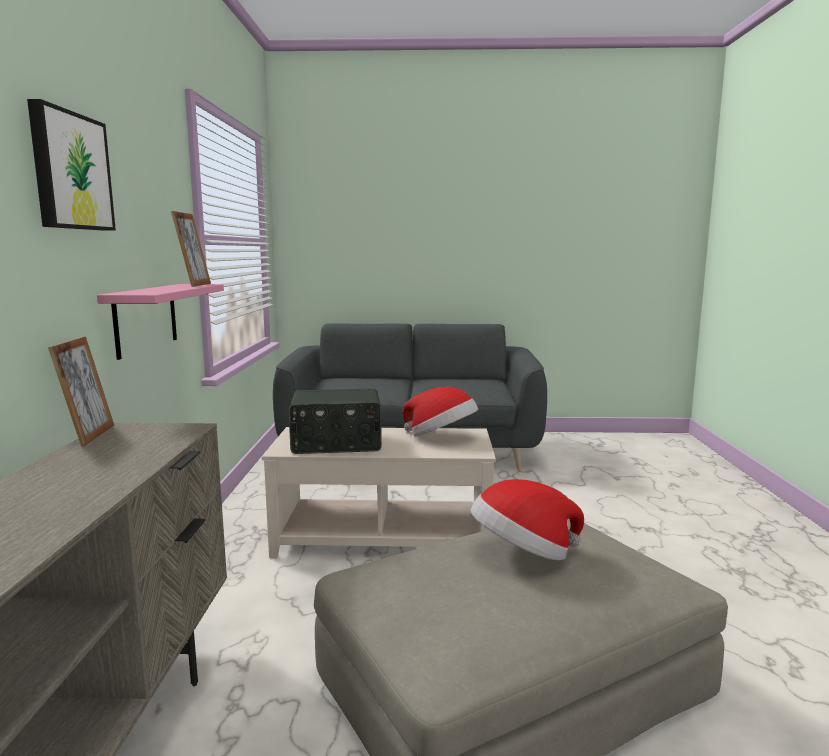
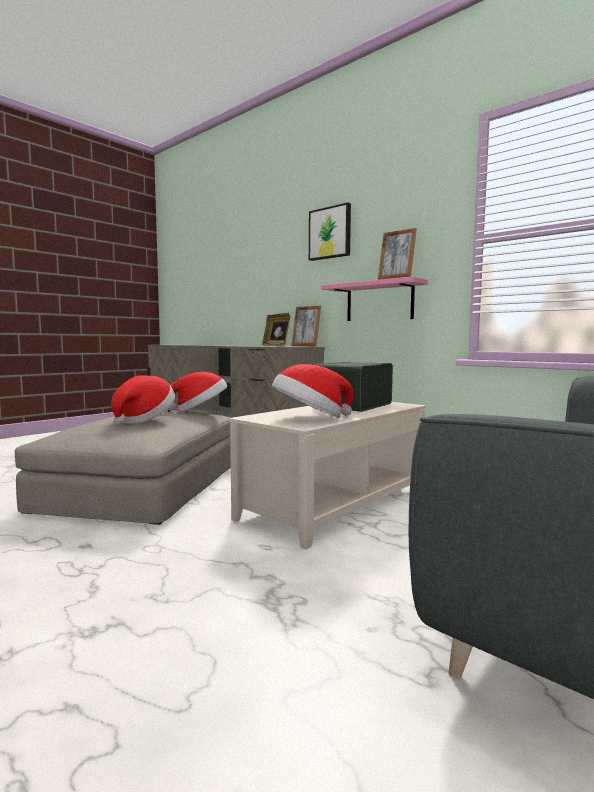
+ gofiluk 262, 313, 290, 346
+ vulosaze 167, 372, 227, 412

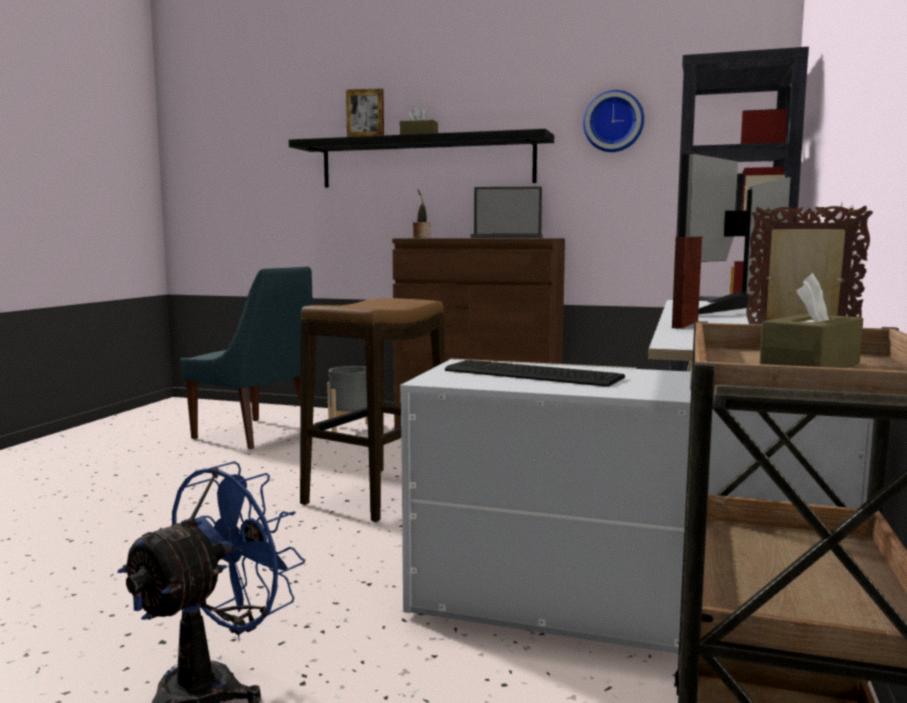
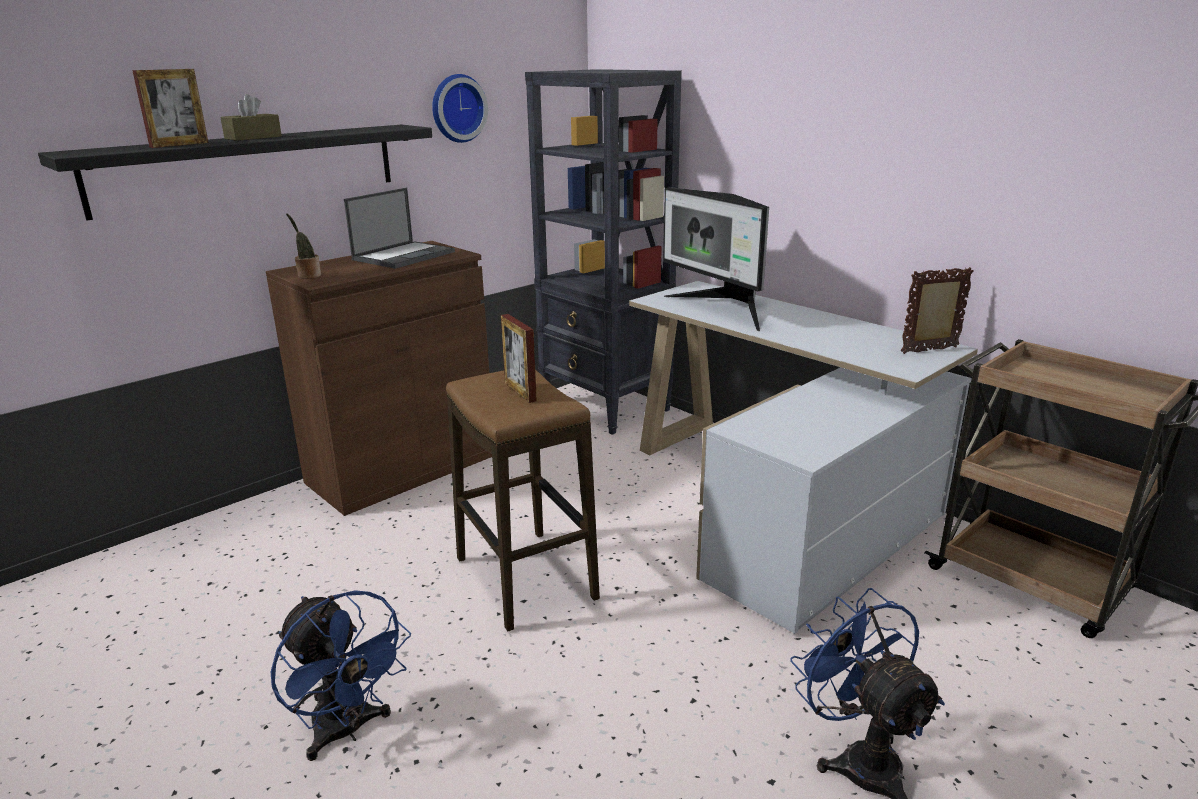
~ gofiluk 672, 236, 702, 329 to 501, 314, 537, 403
- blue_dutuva 180, 266, 313, 449
- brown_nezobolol 760, 273, 863, 368
- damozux 445, 360, 625, 387
- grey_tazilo 327, 366, 368, 432
+ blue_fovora 271, 590, 411, 761

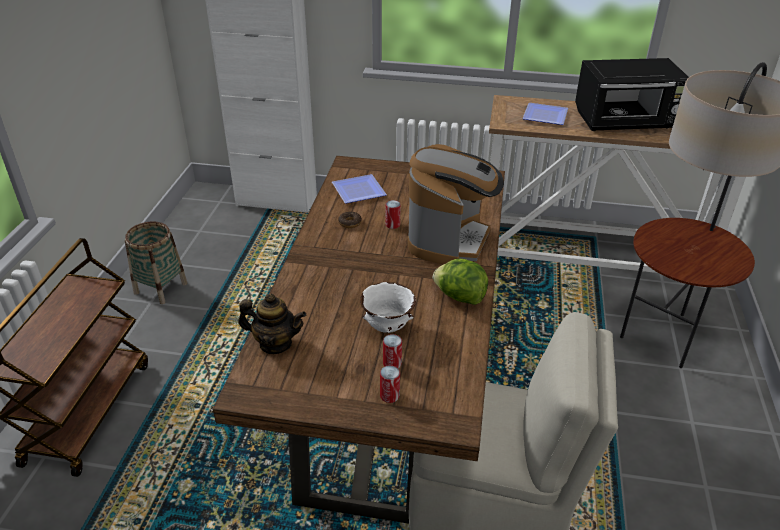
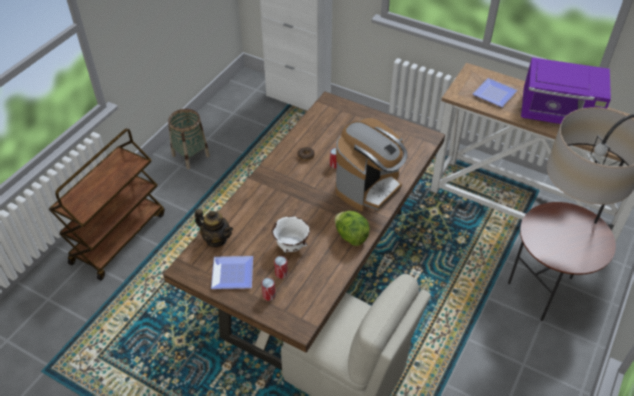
~ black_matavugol 575, 58, 689, 131 to purple_matavugol 521, 57, 611, 124
~ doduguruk 332, 174, 387, 203 to 211, 256, 253, 289

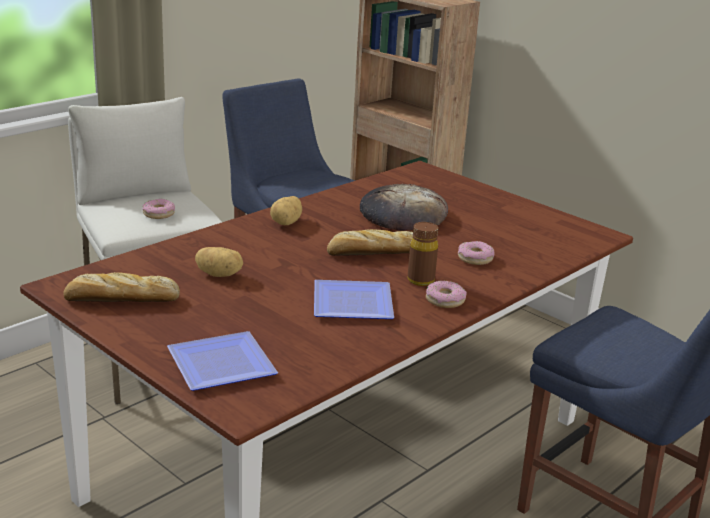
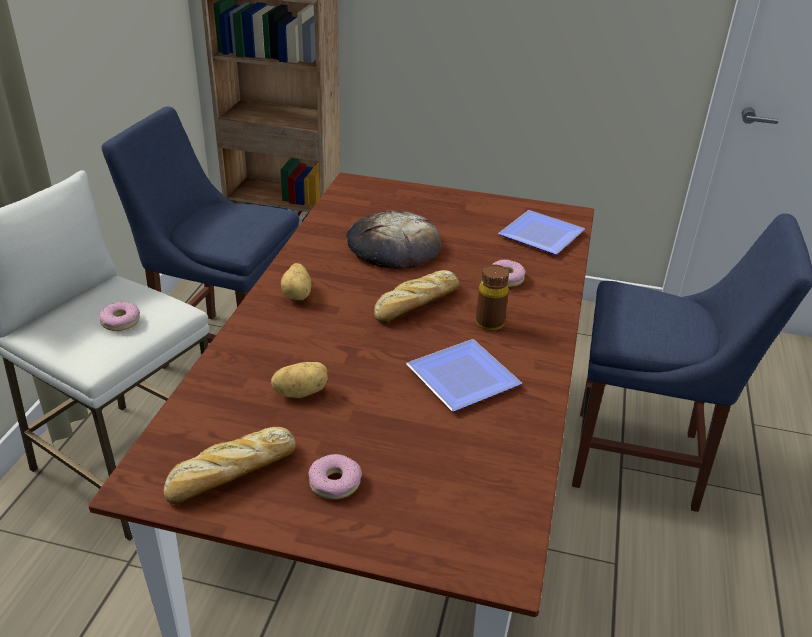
~ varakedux 426, 281, 467, 308 to 309, 454, 362, 500
~ doduguruk 167, 331, 278, 391 to 498, 210, 585, 255

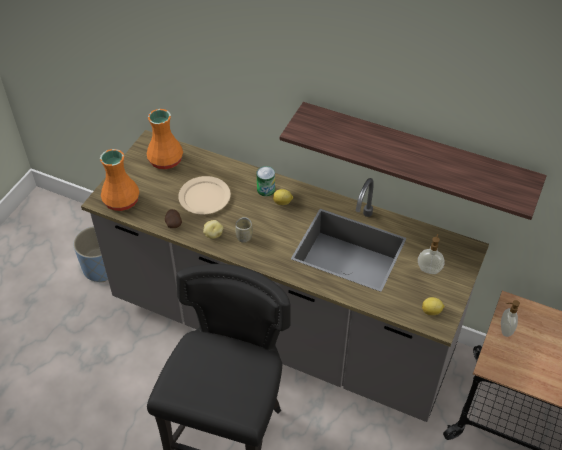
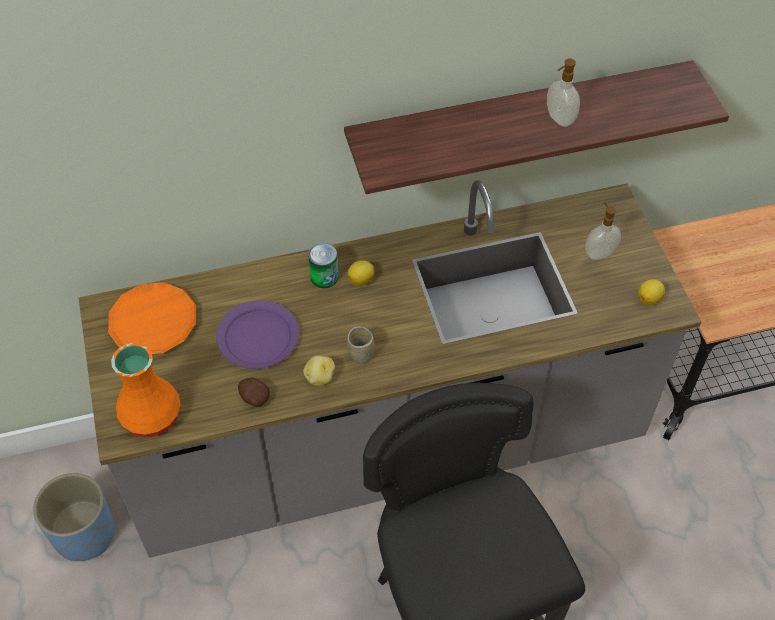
~ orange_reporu 147, 109, 183, 169 to orange_doduguruk 107, 282, 196, 354
~ beige_doduguruk 178, 176, 231, 214 to purple_doduguruk 216, 300, 299, 369
~ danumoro 501, 300, 520, 337 to 547, 58, 580, 127

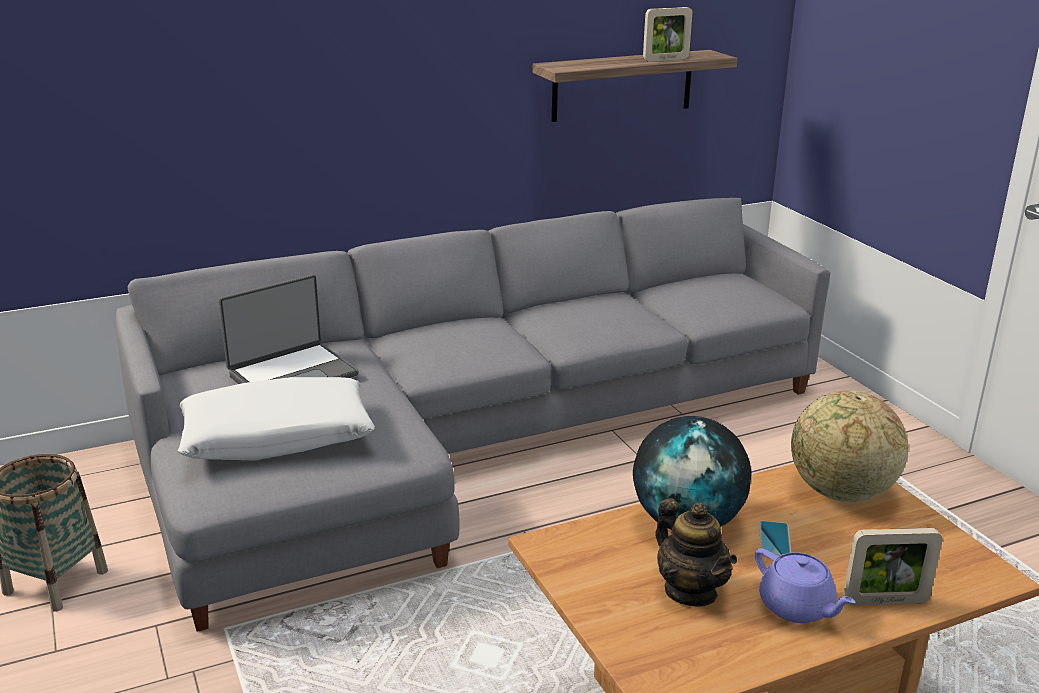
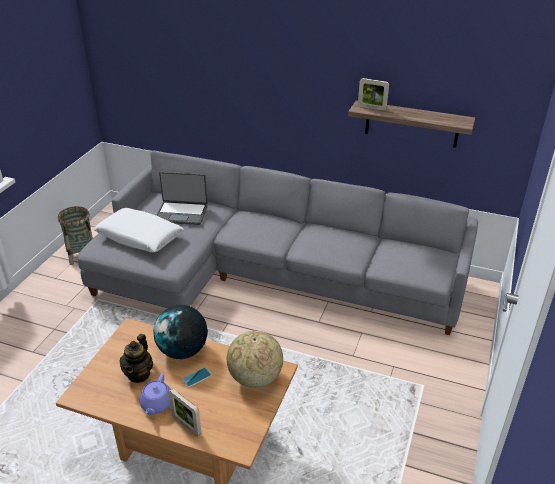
~ gofiluk 643, 7, 692, 62 to 358, 78, 389, 111

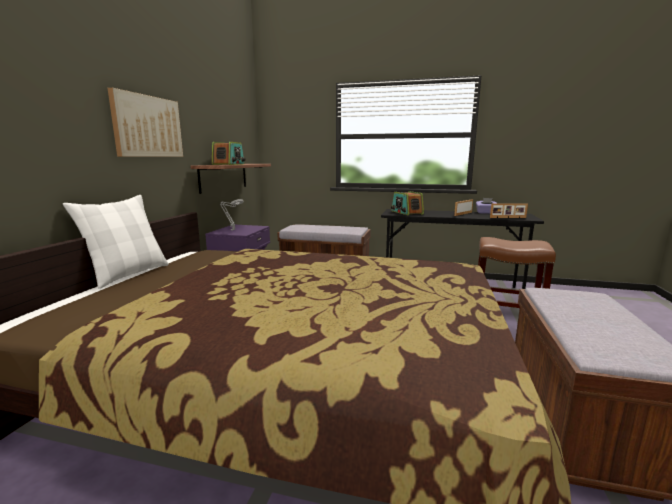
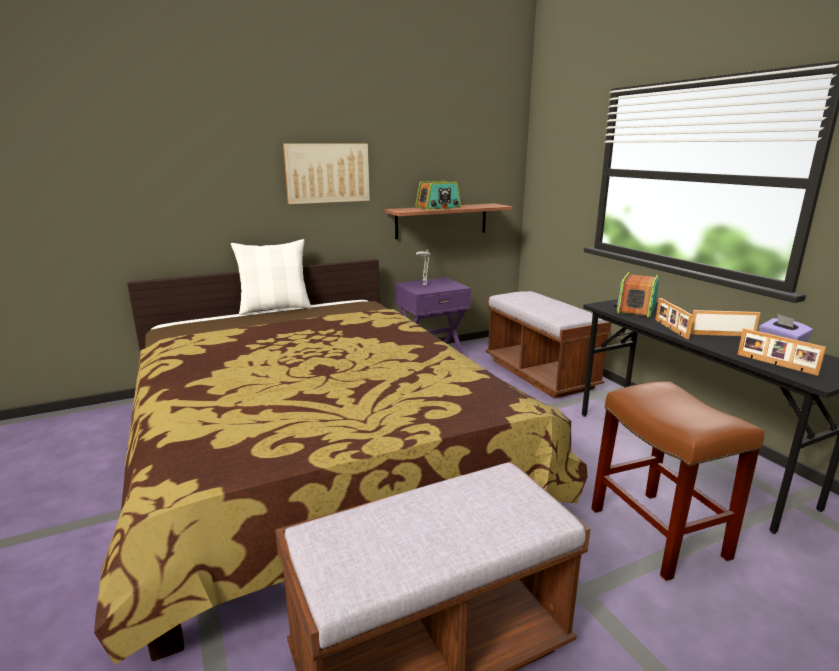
+ gofiluk 655, 298, 694, 339

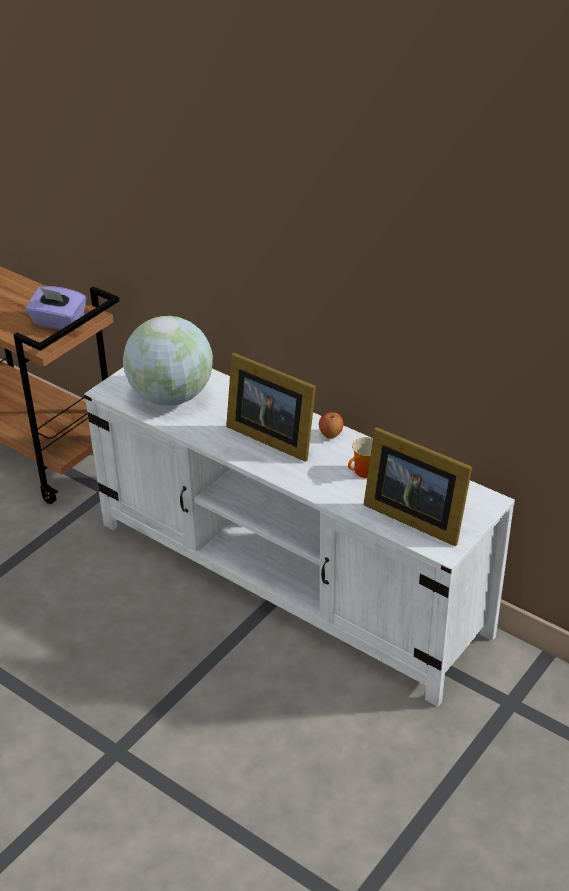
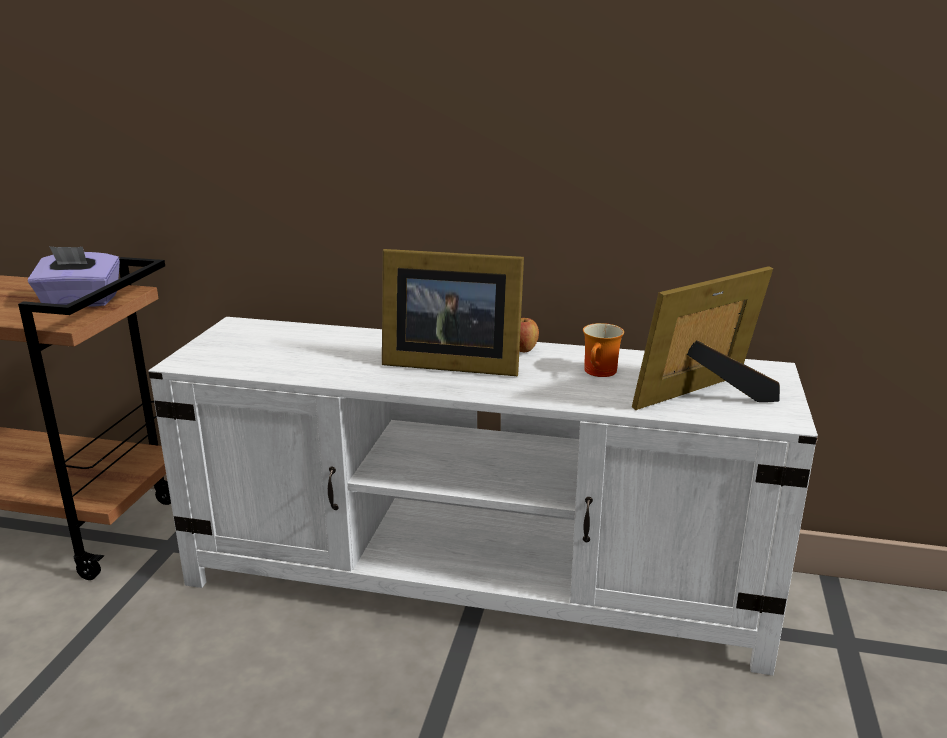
- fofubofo 123, 316, 213, 406
~ gofiluk 364, 427, 472, 546 = 632, 266, 780, 410 135 degrees clockwise

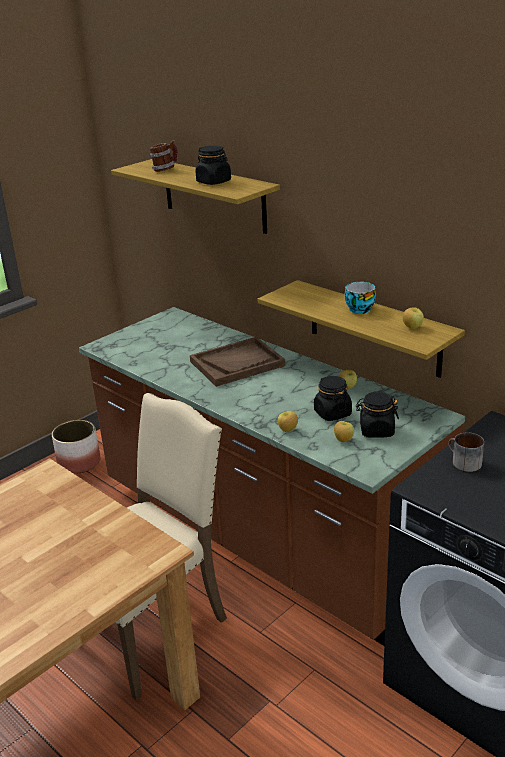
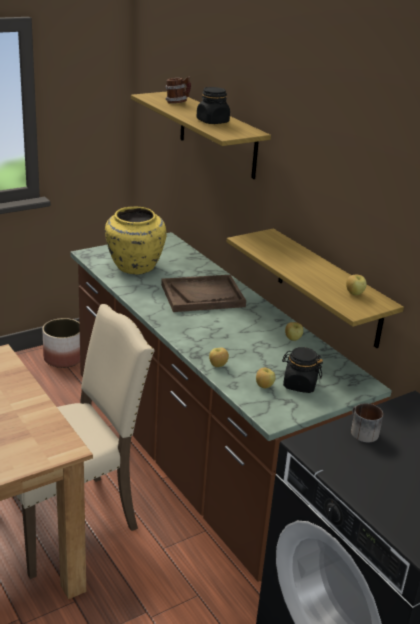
- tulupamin 345, 282, 376, 314
- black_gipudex 314, 376, 352, 421
+ yellow_reporu 105, 207, 167, 275

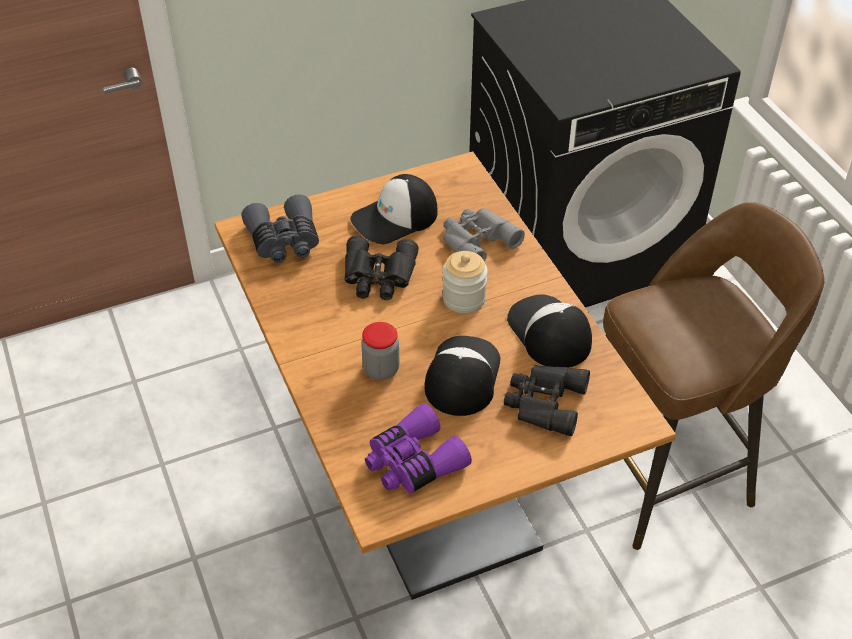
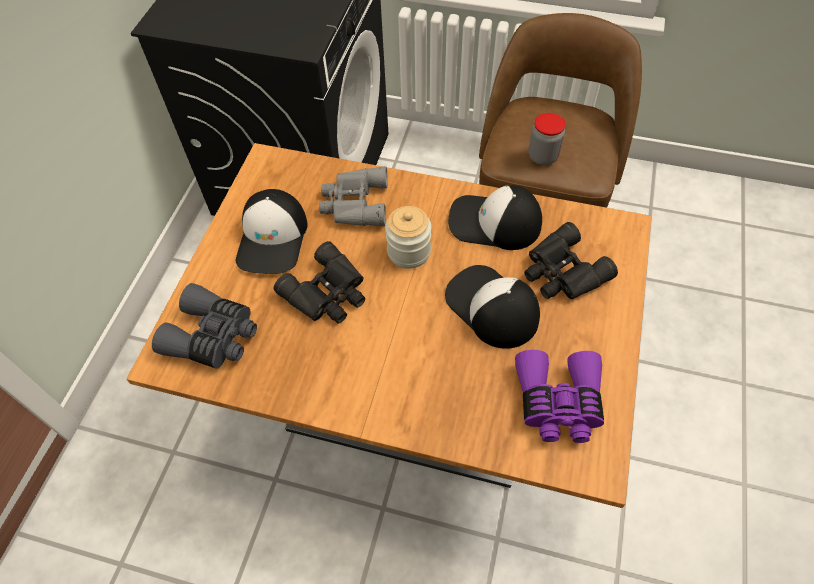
~ gipudex 361, 322, 400, 380 to 528, 113, 566, 165

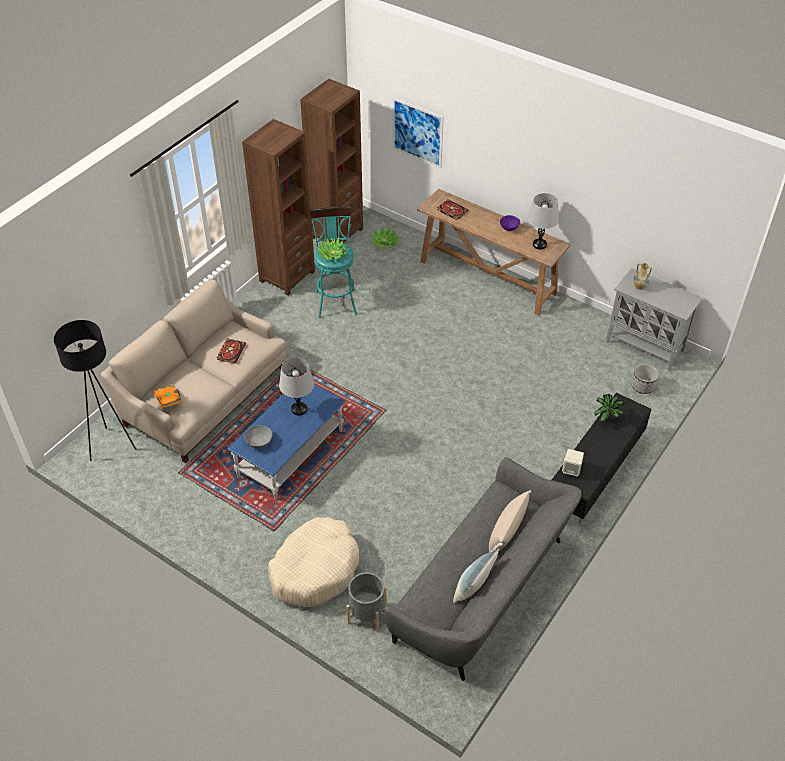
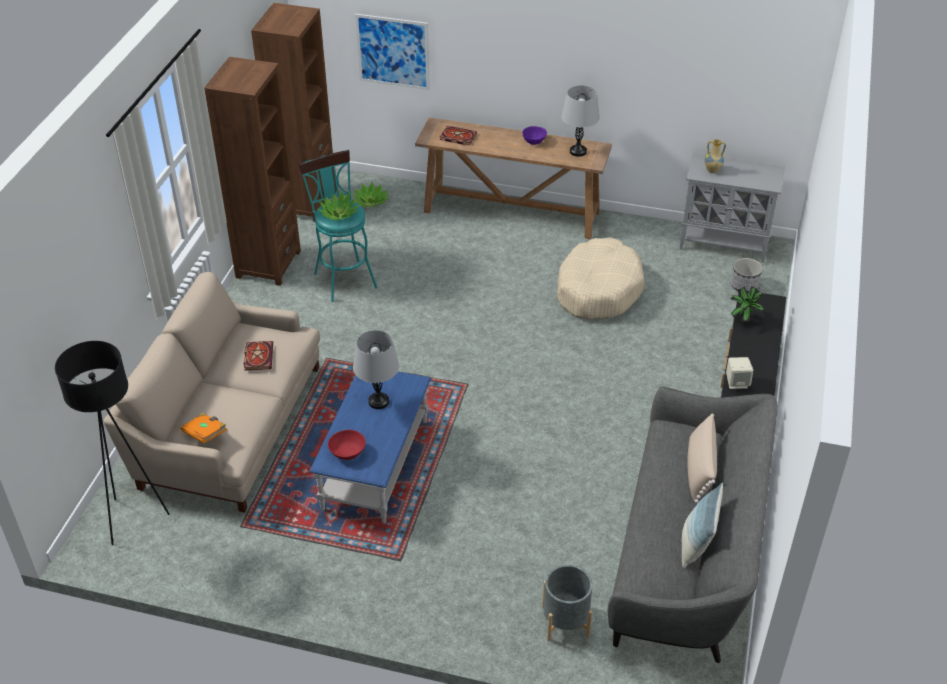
~ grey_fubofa 244, 425, 273, 448 to red_fubofa 328, 430, 366, 460
~ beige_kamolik 268, 517, 359, 607 to 557, 237, 645, 320

